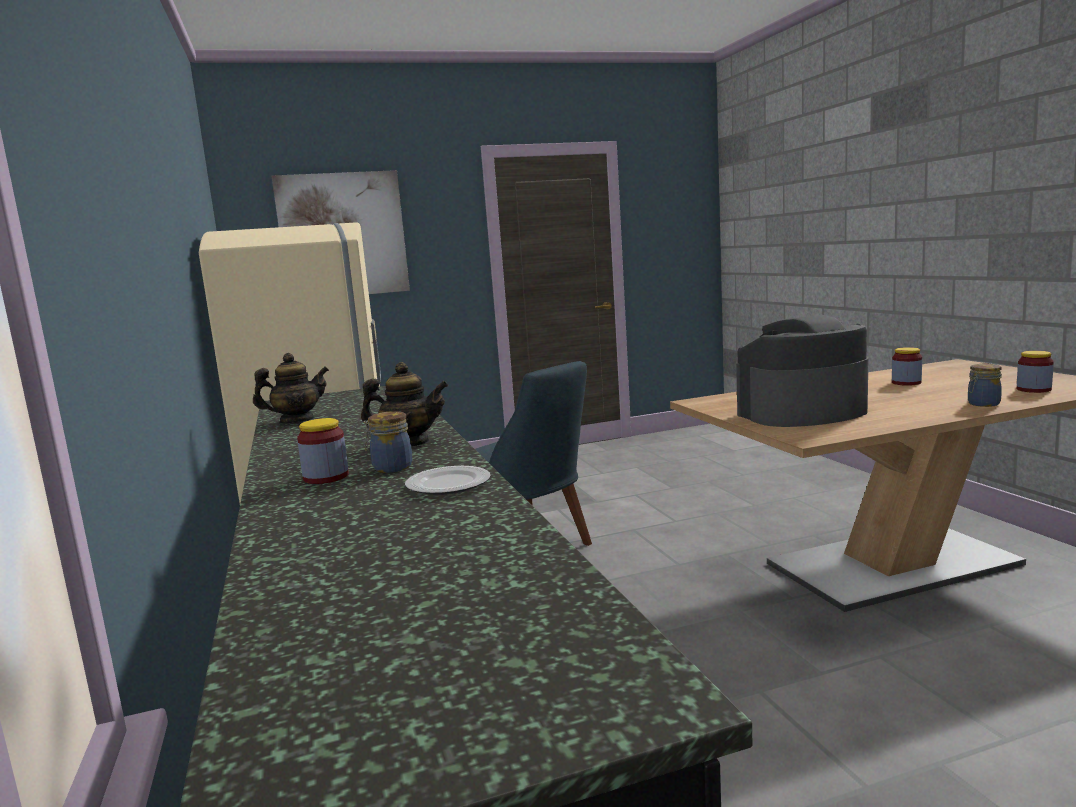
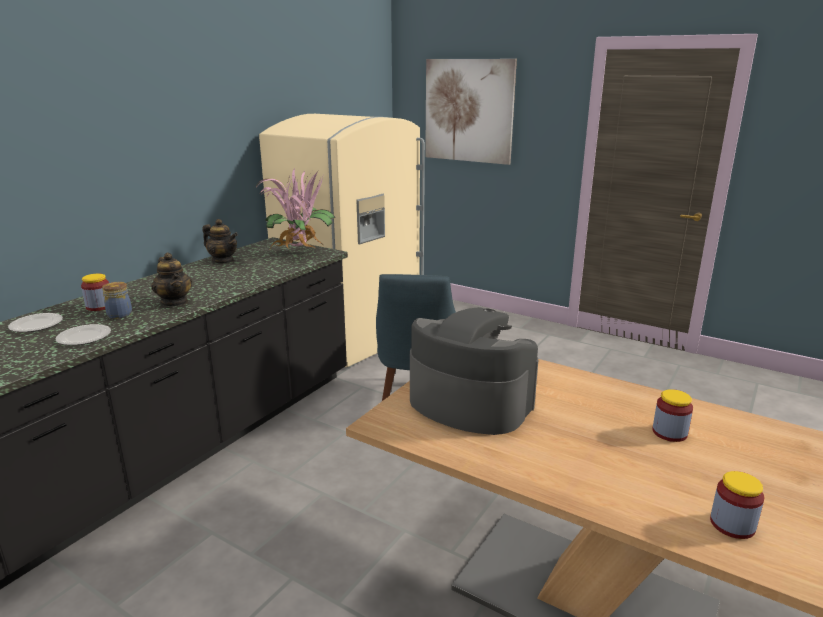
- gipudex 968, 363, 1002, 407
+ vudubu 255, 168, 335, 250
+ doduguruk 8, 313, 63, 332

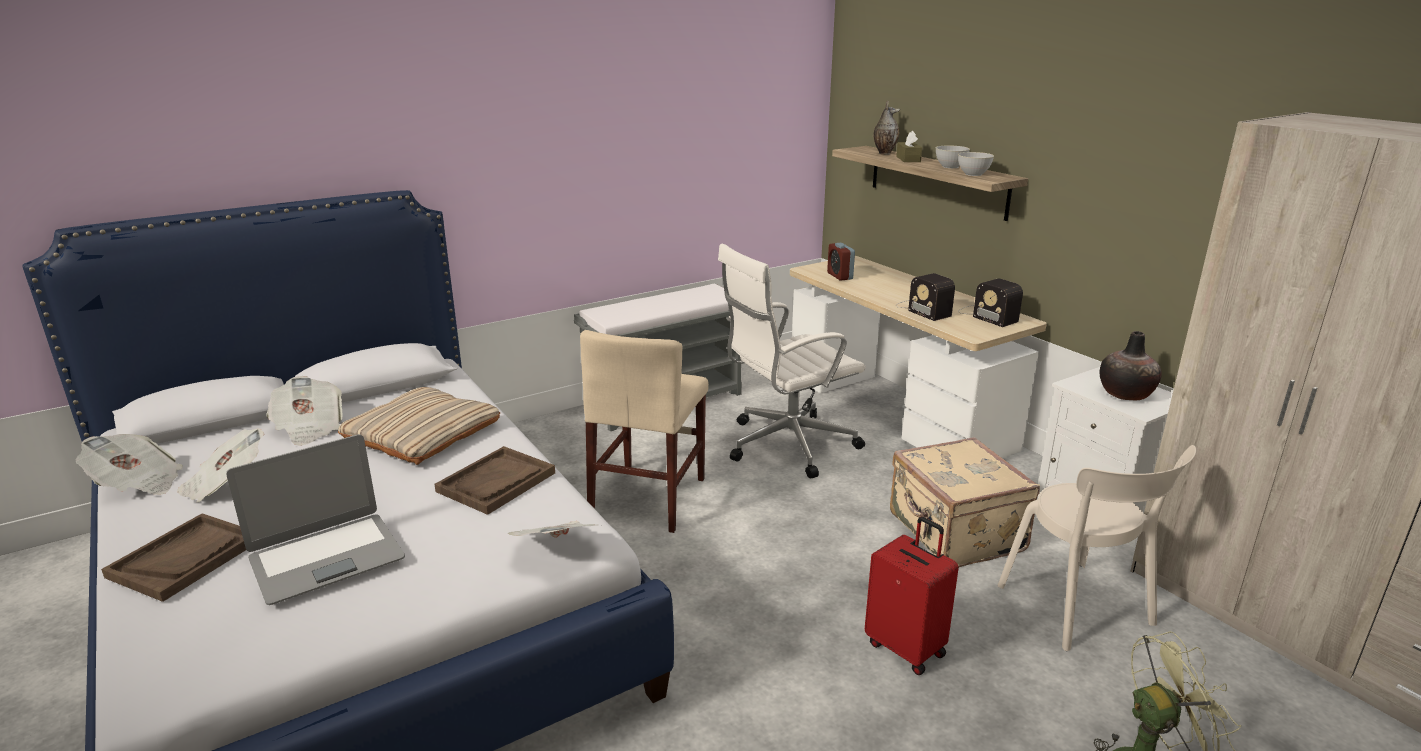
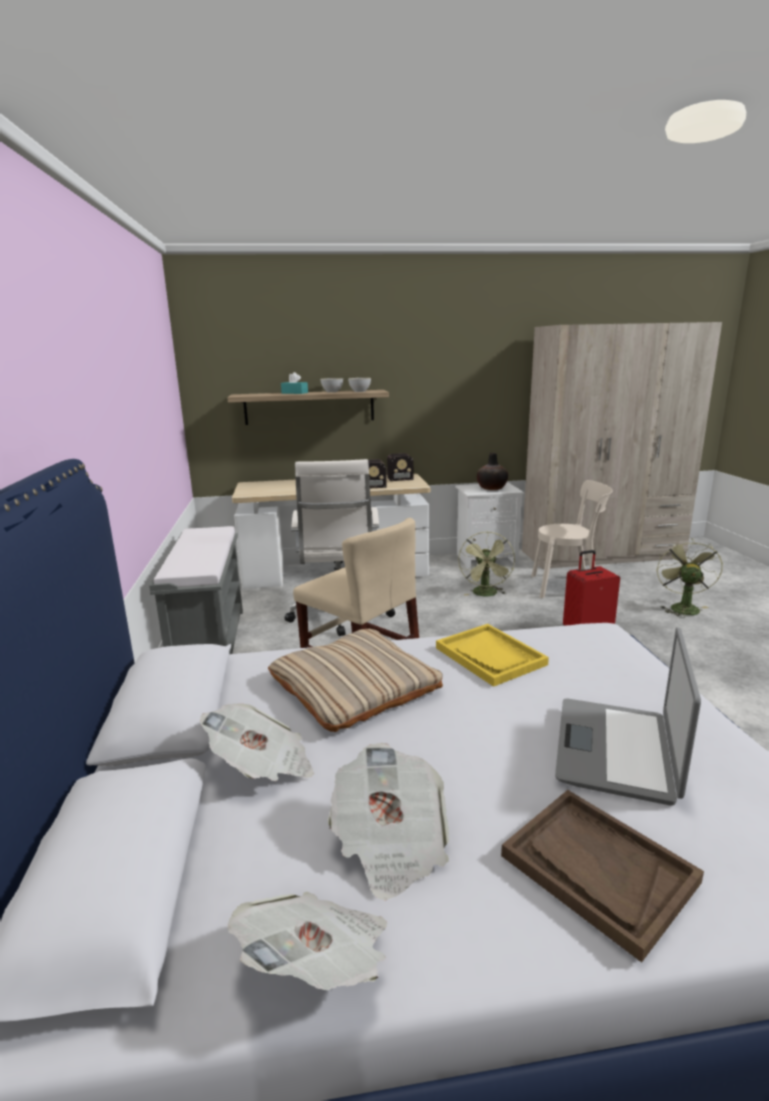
- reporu 873, 100, 900, 155
~ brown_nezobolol 896, 131, 922, 162 to turquoise_nezobolol 281, 372, 308, 394
- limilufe 827, 243, 855, 281
~ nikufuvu 226, 434, 405, 605 = 555, 627, 701, 806 150 degrees counterclockwise
~ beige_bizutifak 890, 437, 1040, 567 to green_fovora 458, 531, 515, 597
~ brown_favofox 434, 446, 555, 515 to yellow_favofox 436, 624, 549, 687
- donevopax 508, 521, 597, 538

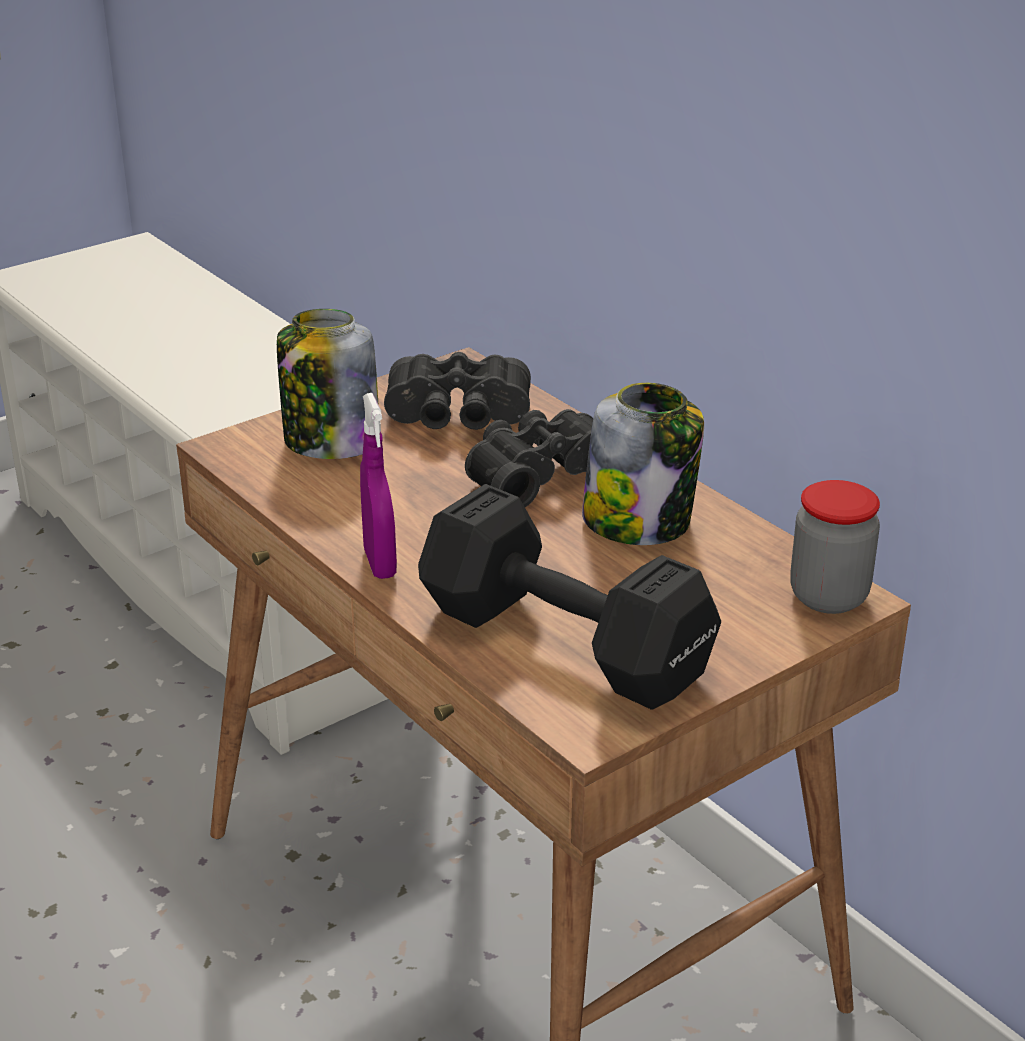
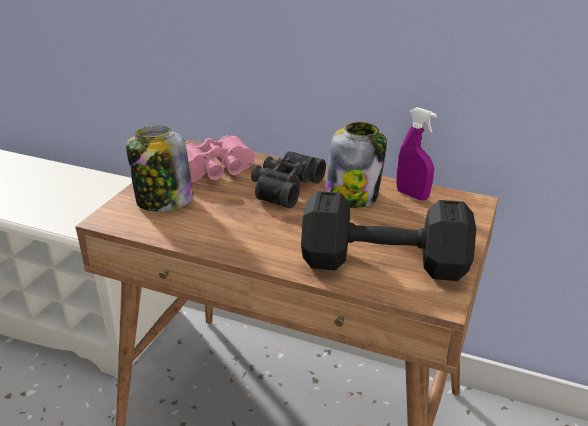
~ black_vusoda 384, 352, 531, 430 to pink_vusoda 186, 135, 255, 182
~ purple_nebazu 360, 393, 397, 579 to 396, 107, 437, 201
- gipudex 790, 480, 880, 614

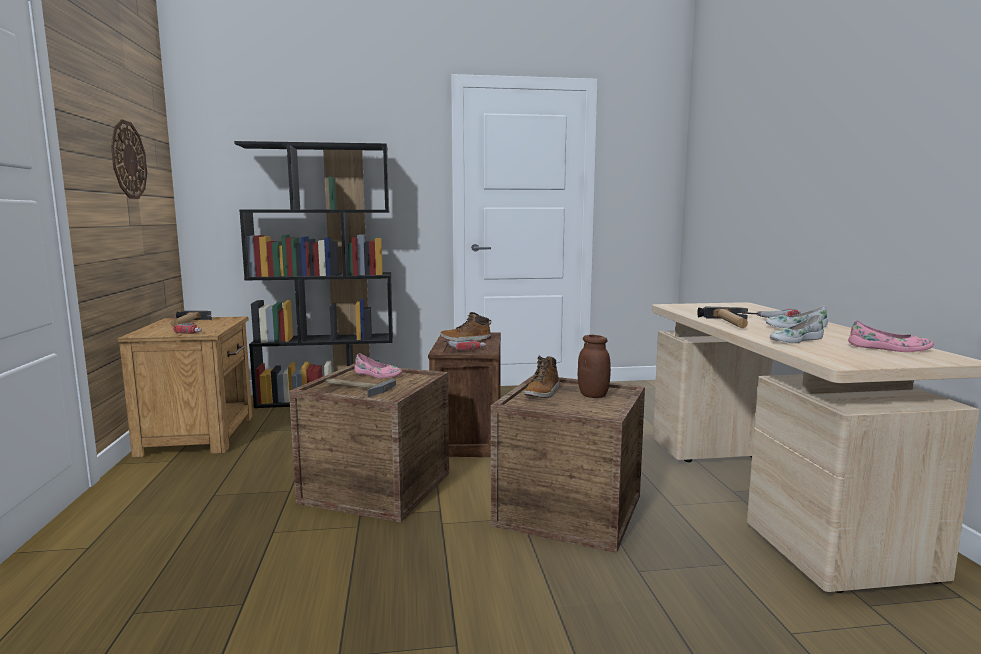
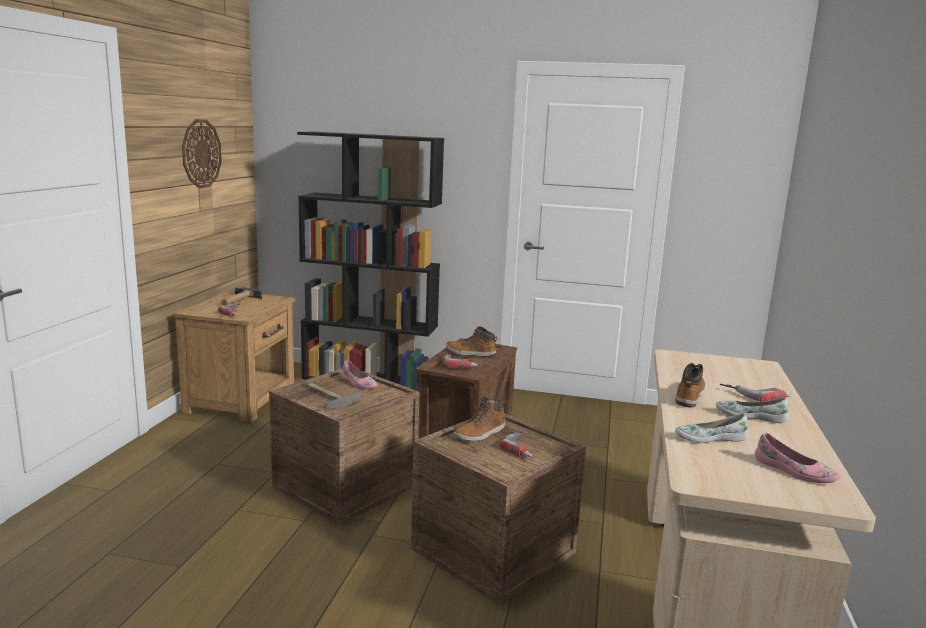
~ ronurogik 697, 307, 748, 328 to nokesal 675, 363, 705, 408
~ brown_gipudex 578, 335, 611, 398 to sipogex 499, 428, 532, 458

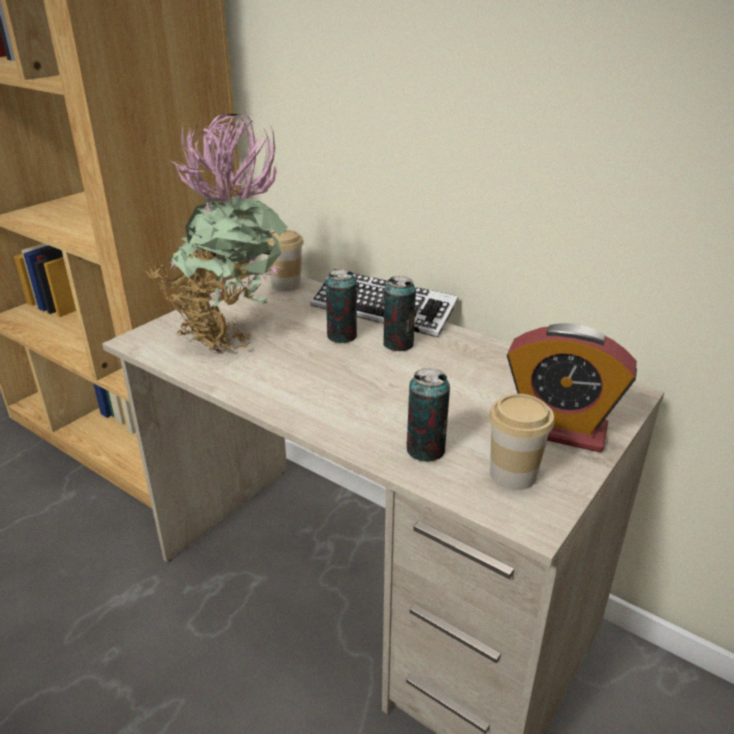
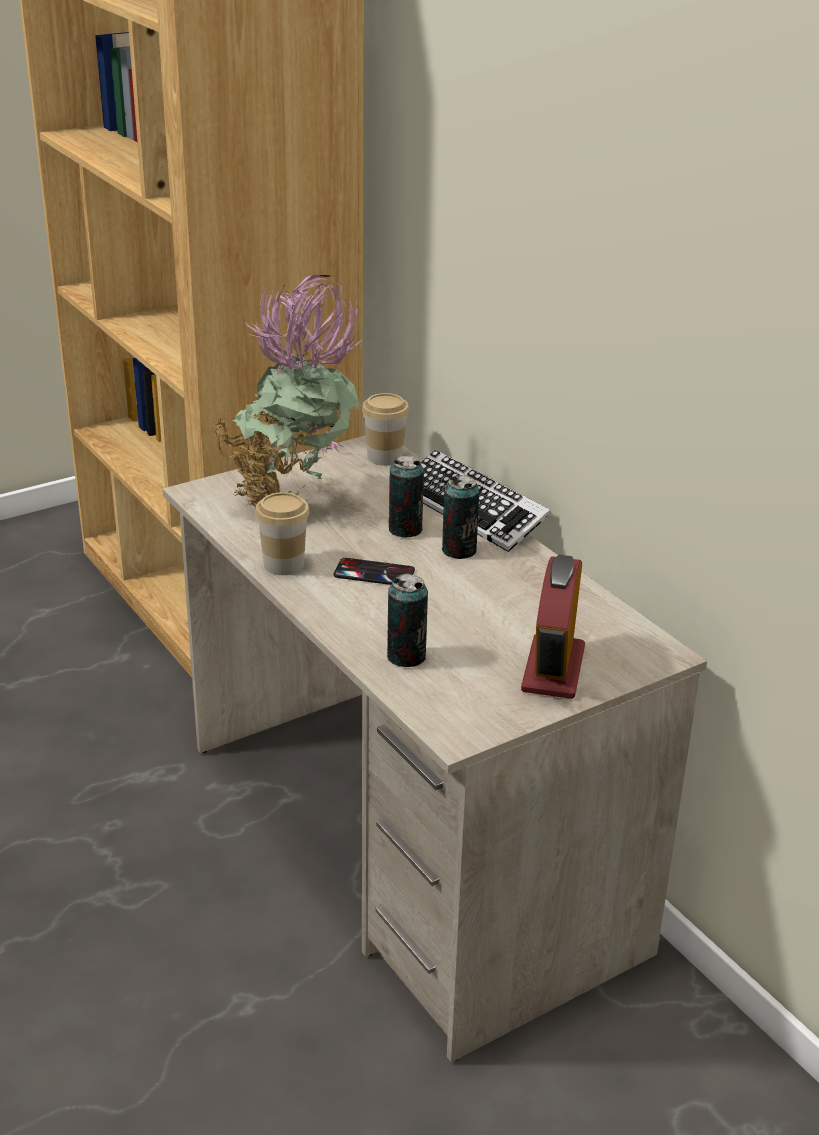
~ limilufe 507, 323, 637, 453 = 521, 555, 585, 699 60 degrees clockwise
~ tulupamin 489, 394, 554, 490 to 255, 492, 310, 575
+ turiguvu 334, 558, 415, 585

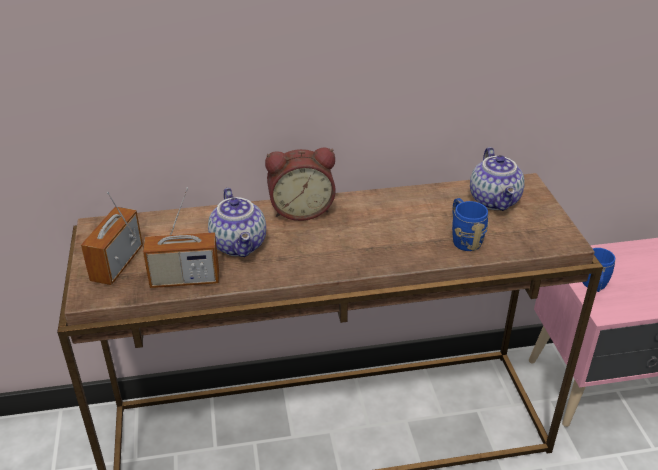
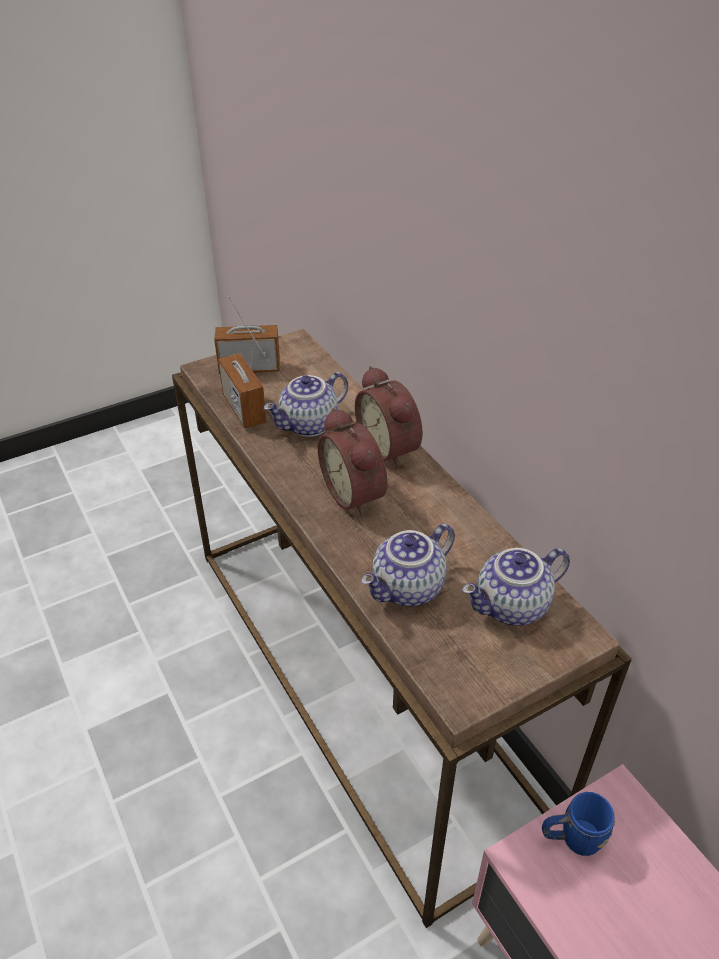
~ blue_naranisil 452, 198, 489, 251 to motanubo 361, 523, 455, 606
+ limilufe 318, 408, 387, 516

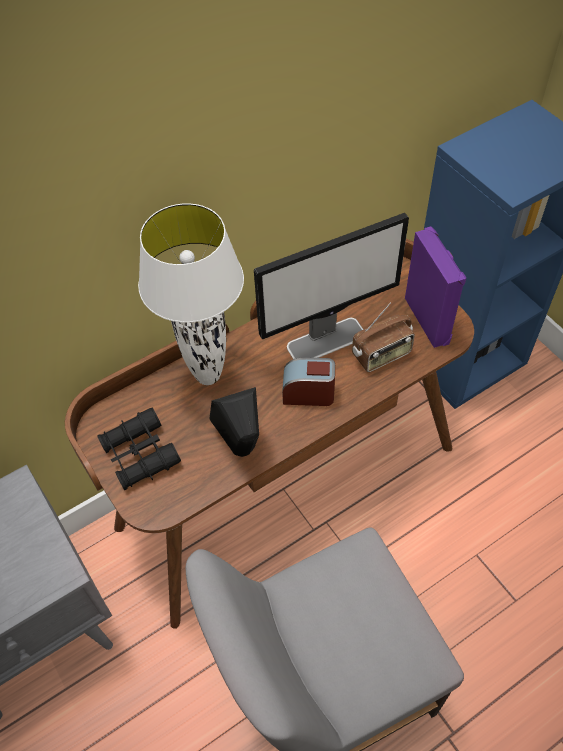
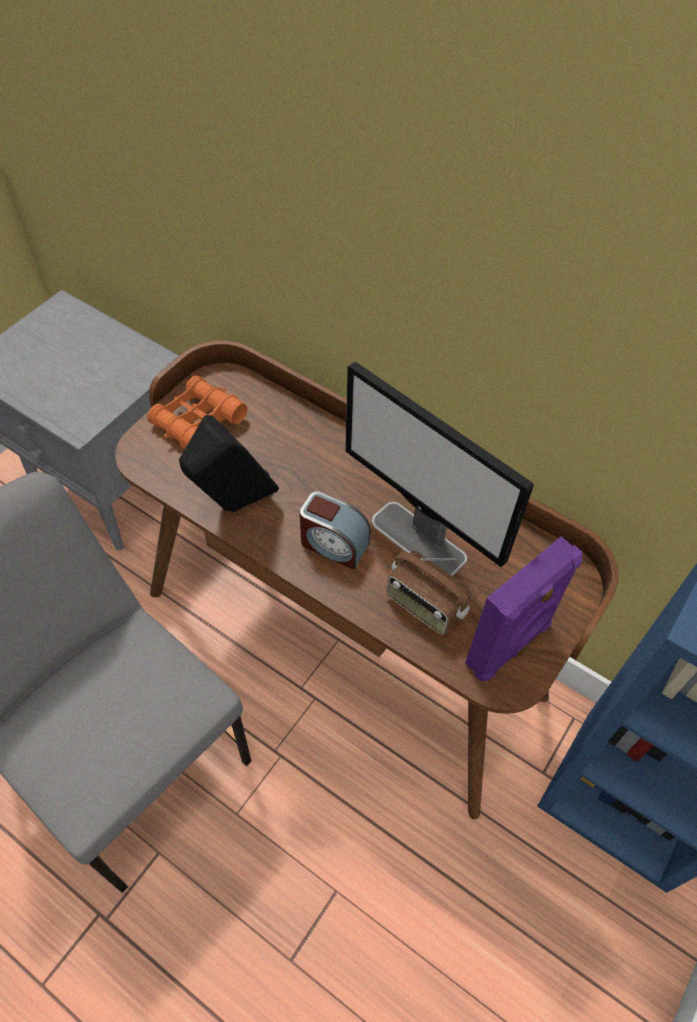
- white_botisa 138, 203, 244, 385
~ limilufe 282, 357, 335, 406 = 300, 491, 370, 570 135 degrees clockwise
~ black_vusoda 97, 408, 181, 490 to orange_vusoda 147, 376, 247, 449

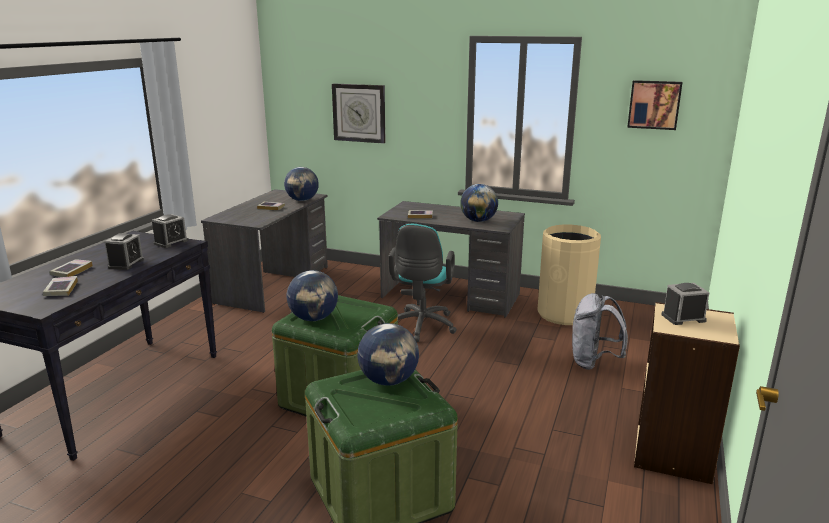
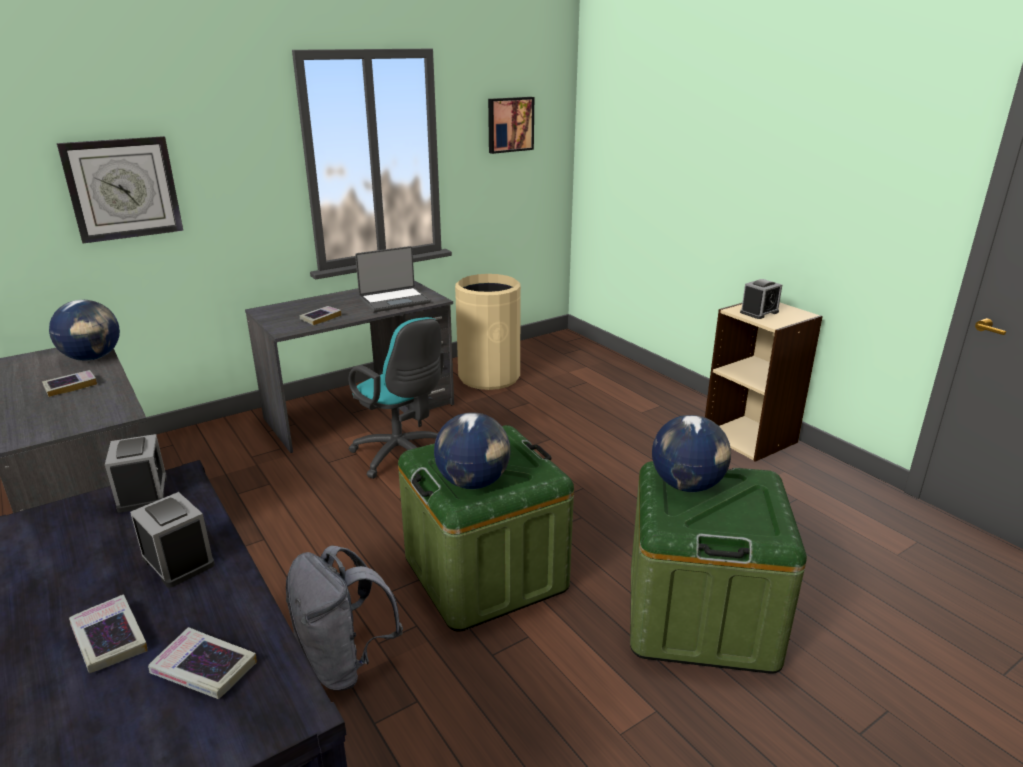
~ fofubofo 460, 184, 498, 222 to nikufuvu 355, 246, 430, 312
~ limilufe 661, 283, 709, 325 = 740, 279, 782, 319 150 degrees counterclockwise
~ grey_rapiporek 572, 293, 628, 370 to 286, 545, 403, 691

